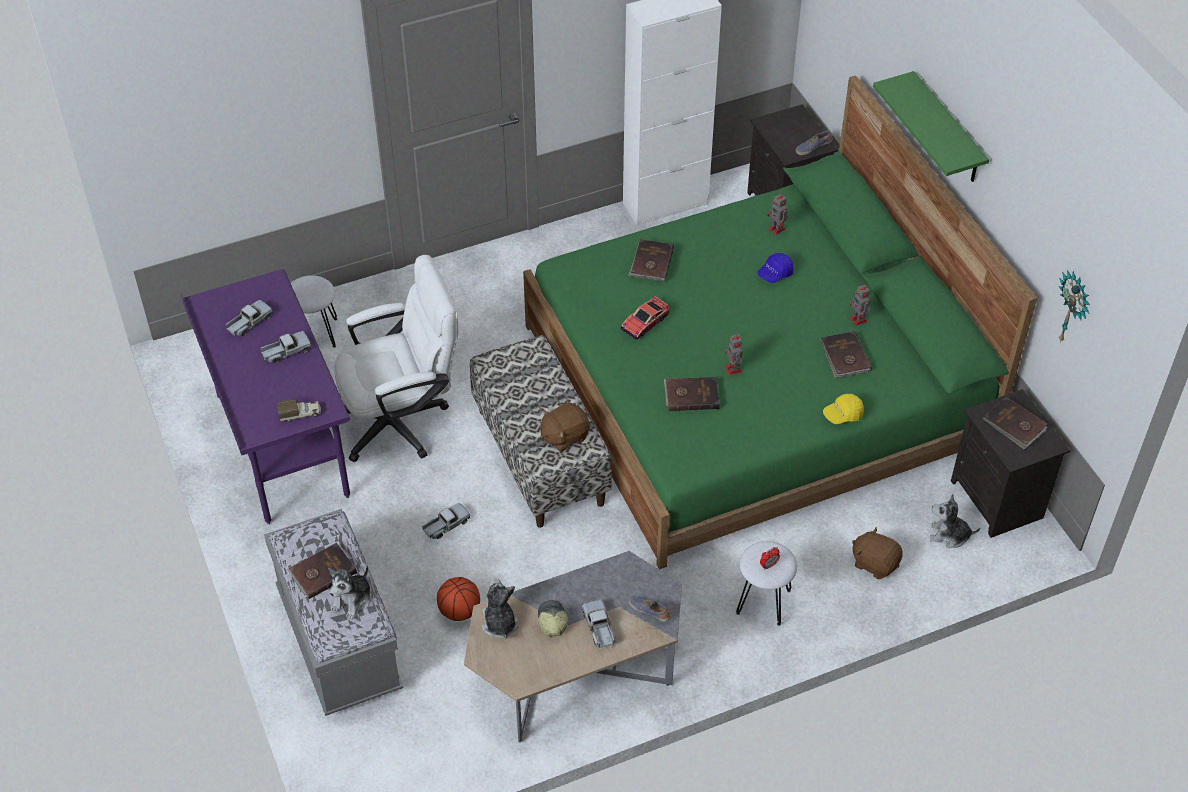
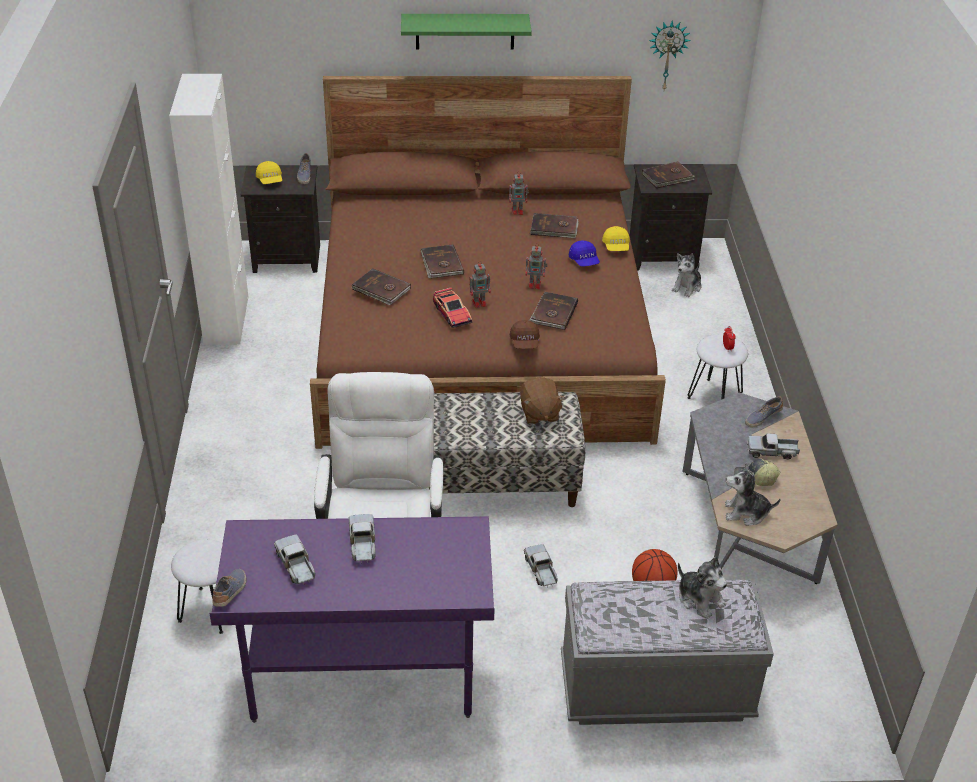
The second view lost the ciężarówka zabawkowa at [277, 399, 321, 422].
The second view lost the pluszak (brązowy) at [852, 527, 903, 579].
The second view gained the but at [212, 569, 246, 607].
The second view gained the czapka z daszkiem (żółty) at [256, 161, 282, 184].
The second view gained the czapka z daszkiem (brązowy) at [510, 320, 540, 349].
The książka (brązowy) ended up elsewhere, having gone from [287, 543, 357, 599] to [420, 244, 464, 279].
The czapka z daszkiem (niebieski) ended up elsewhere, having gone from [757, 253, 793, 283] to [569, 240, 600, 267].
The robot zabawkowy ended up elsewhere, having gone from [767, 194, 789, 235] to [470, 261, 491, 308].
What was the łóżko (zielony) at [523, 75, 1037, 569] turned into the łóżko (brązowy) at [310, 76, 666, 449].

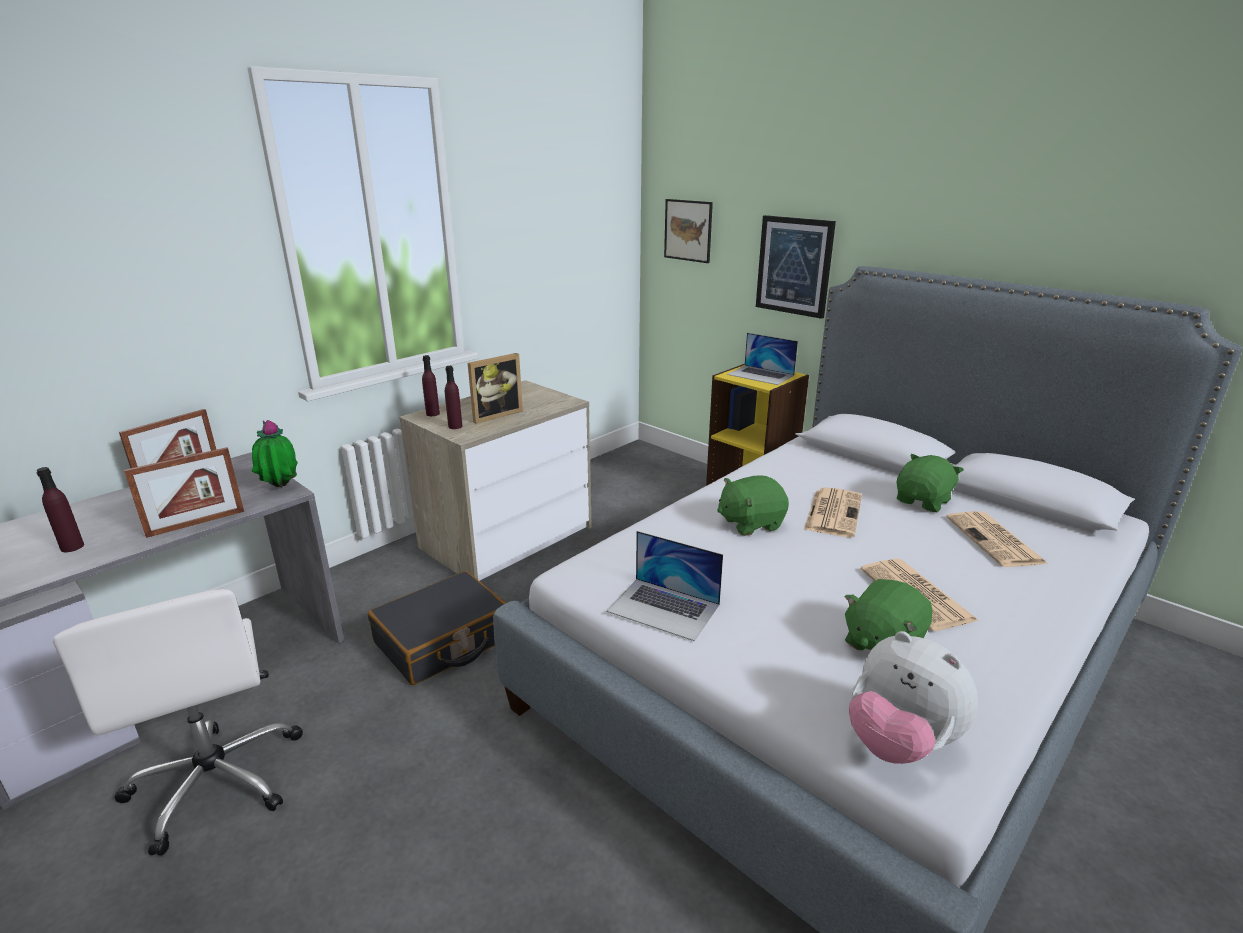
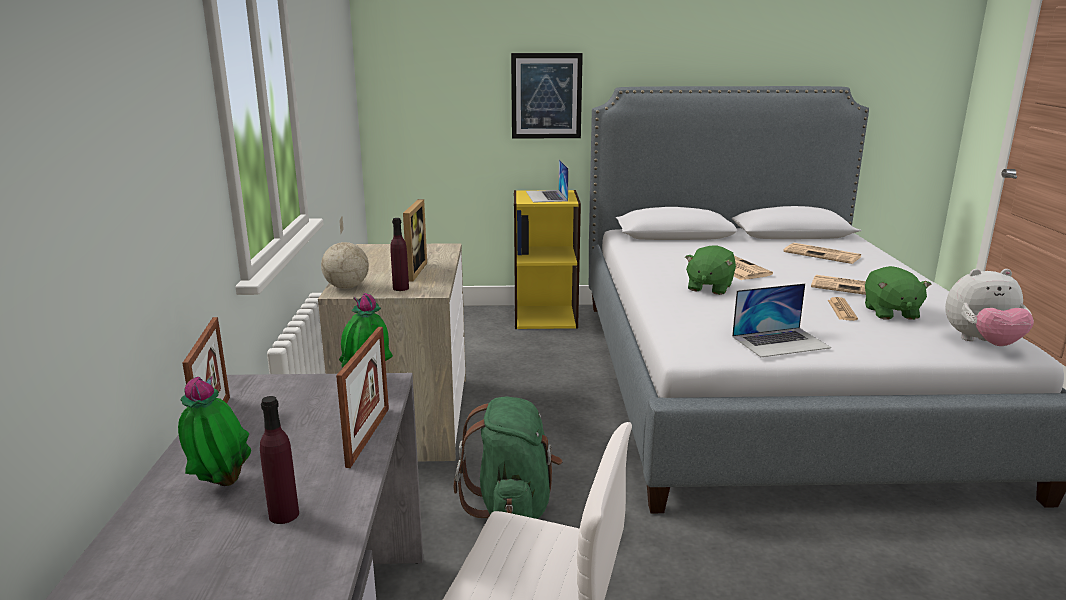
The second view lost the obraz at [664, 199, 713, 263].
The second view lost the pluszak (zielony) at [897, 454, 964, 512].
The second view gained the roślina doniczkowa at [178, 376, 251, 486].
The second view gained the gazeta at [828, 297, 858, 321].
Where the walizka (czarny) stood at [368, 571, 506, 685], the plecak (zielony) came to stand at [454, 396, 563, 519].
Where the butelka (fioletowy) stood at [422, 355, 440, 416], the globus came to stand at [321, 216, 369, 289].
The laptop at [727, 333, 798, 385] ended up facing another way, 90 degrees clockwise from before.

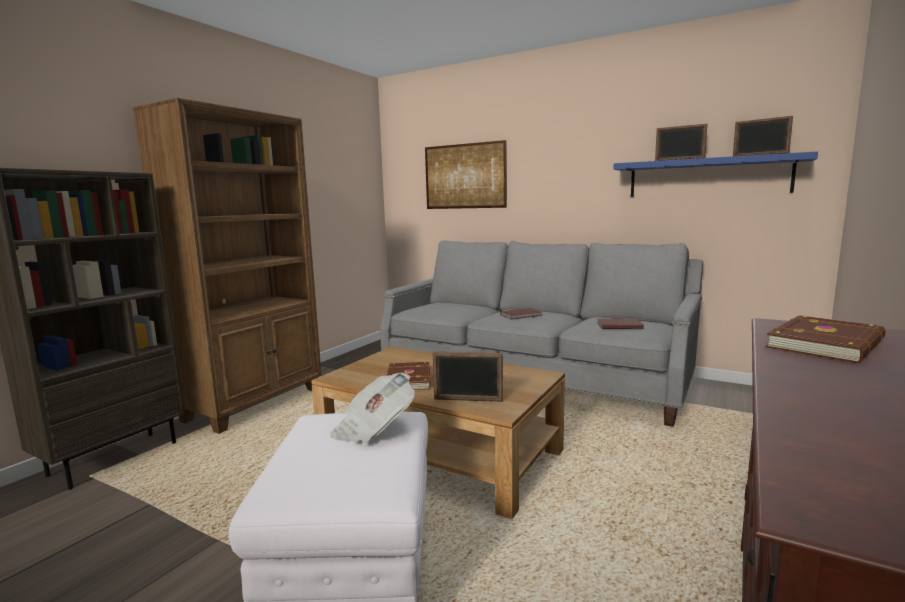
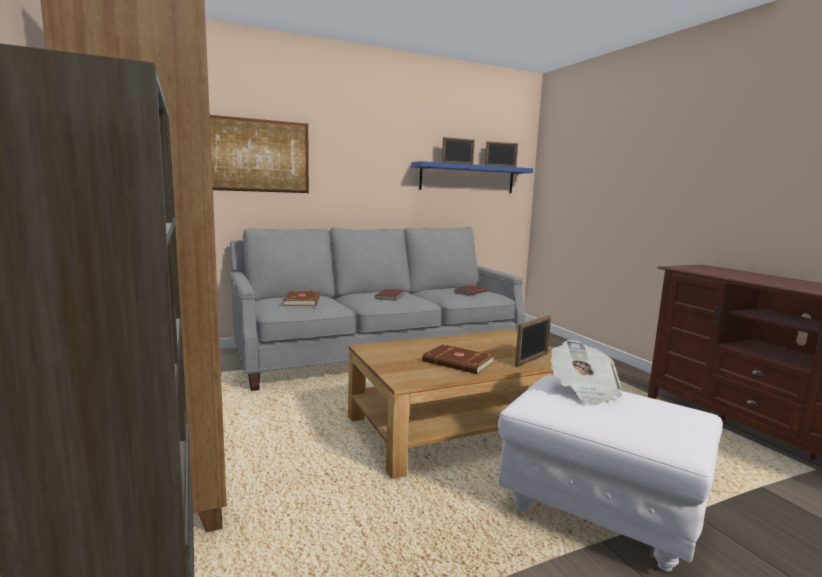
The książka (brązowy) ended up elsewhere, having gone from [766, 316, 886, 363] to [284, 291, 320, 306].

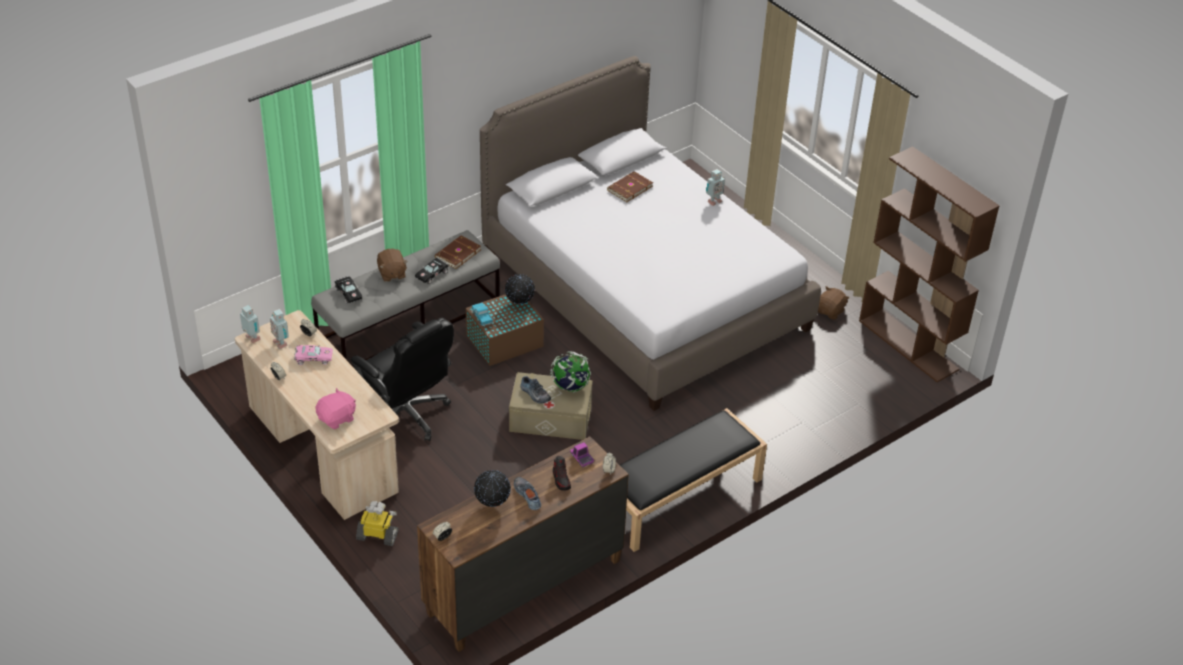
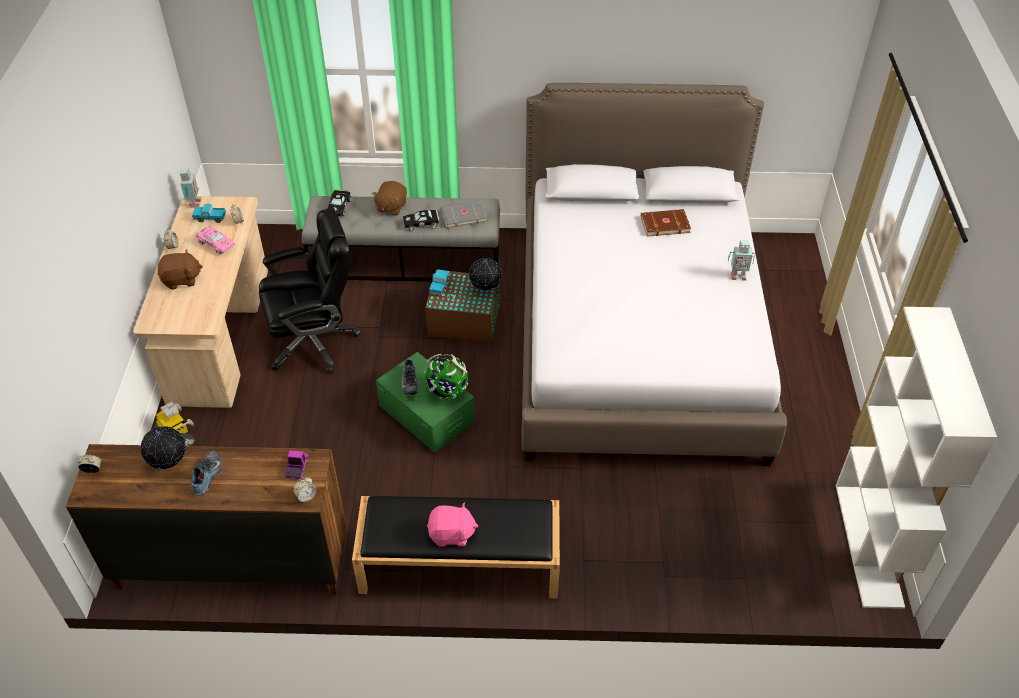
The second view lost the but at [553, 456, 571, 491].
The pluszak (różowy) ended up elsewhere, having gone from [316, 388, 356, 429] to [427, 502, 478, 547].
The pluszak (brązowy) ended up elsewhere, having gone from [818, 286, 849, 320] to [158, 249, 203, 290].
Where the robot zabawkowy stood at [270, 309, 289, 349], the ciężarówka zabawkowa came to stand at [192, 204, 226, 223].
What was the książka (brązowy) at [435, 236, 481, 269] turned into the książka (szary) at [441, 200, 488, 229].
What was the pojemnik do przechowywania (beżowy) at [509, 372, 593, 440] turned into the pojemnik do przechowywania (zielony) at [376, 352, 475, 453].
What was the regał (brązowy) at [859, 146, 1000, 382] turned into the regał (biały) at [836, 307, 997, 609].
The krzesło biurowe (czarny) at [350, 318, 454, 441] ended up facing another way, 105 degrees counterclockwise from before.

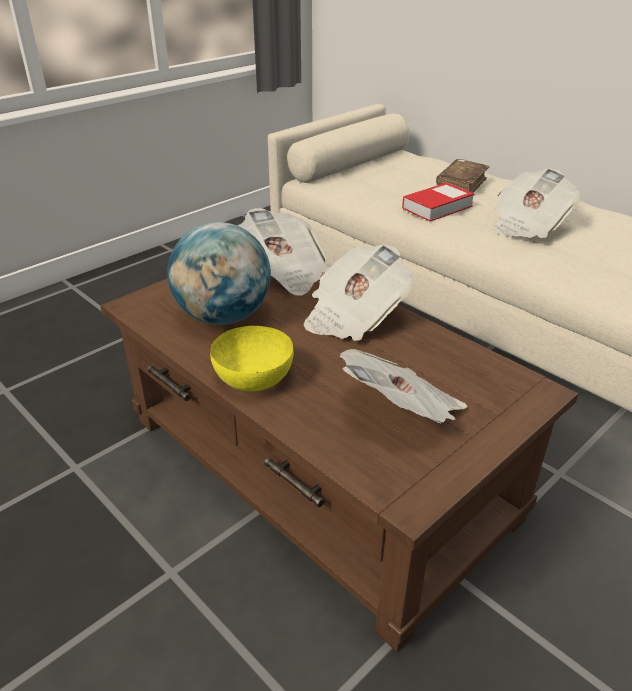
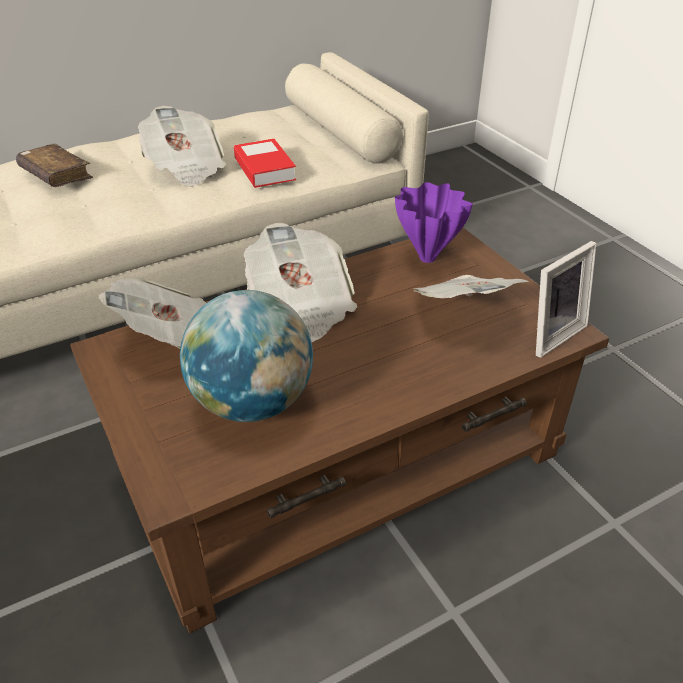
The second view lost the miska (żółty) at [210, 326, 294, 391].
The second view gained the wazon (fioletowy) at [395, 182, 473, 263].
The second view gained the ramka na zdjęcie at [536, 241, 597, 358].
The książka ended up elsewhere, having gone from [402, 183, 475, 221] to [234, 139, 296, 188].

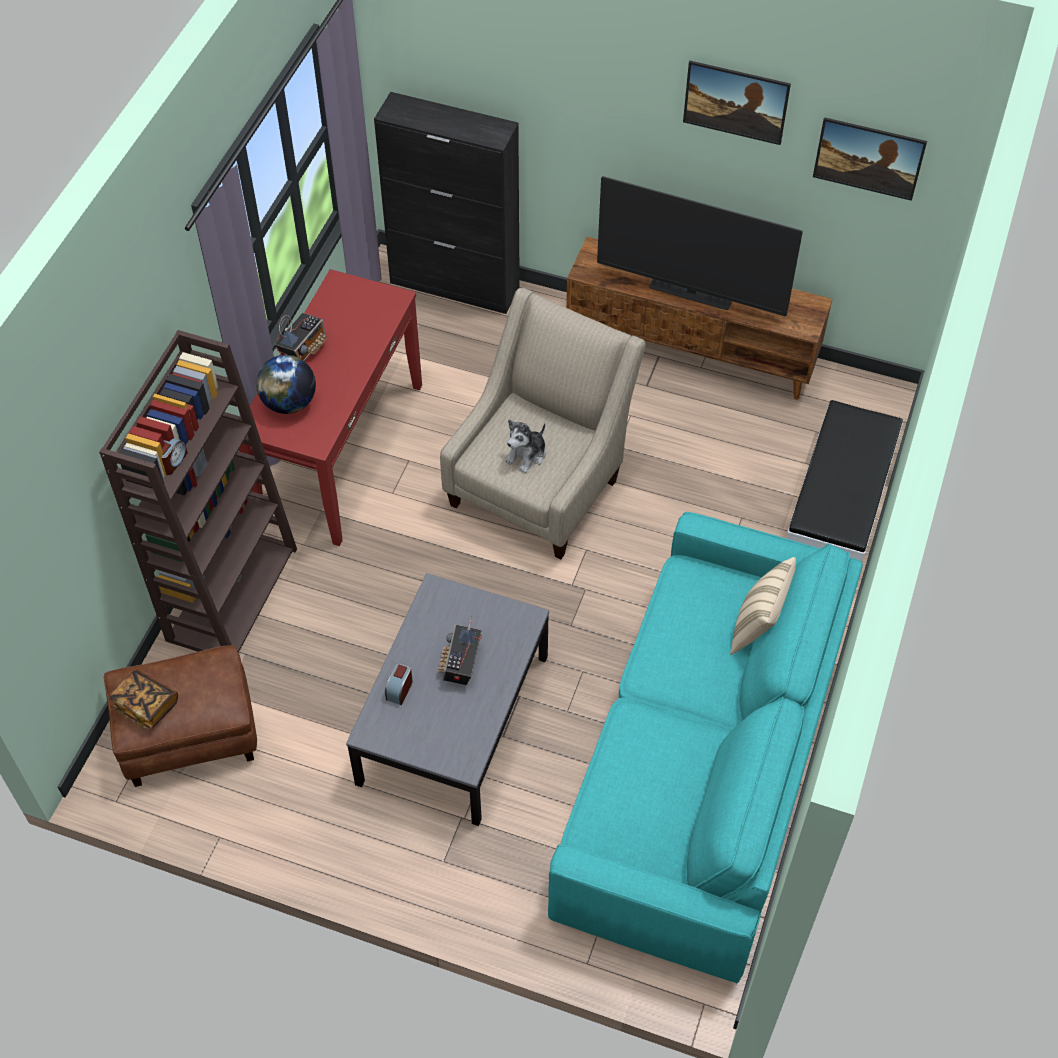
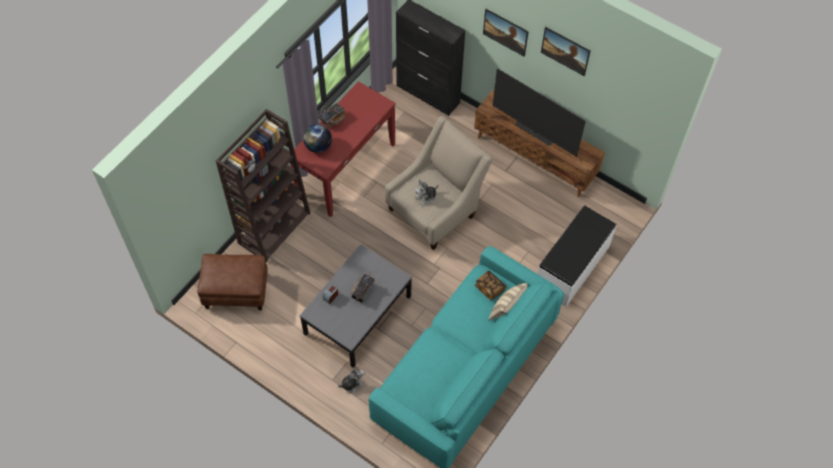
The second view gained the pluszak at [338, 369, 365, 392].
The książka ended up elsewhere, having gone from [109, 670, 178, 730] to [475, 271, 506, 301].
The obraz ended up elsewhere, having gone from [813, 117, 927, 201] to [483, 9, 529, 56].

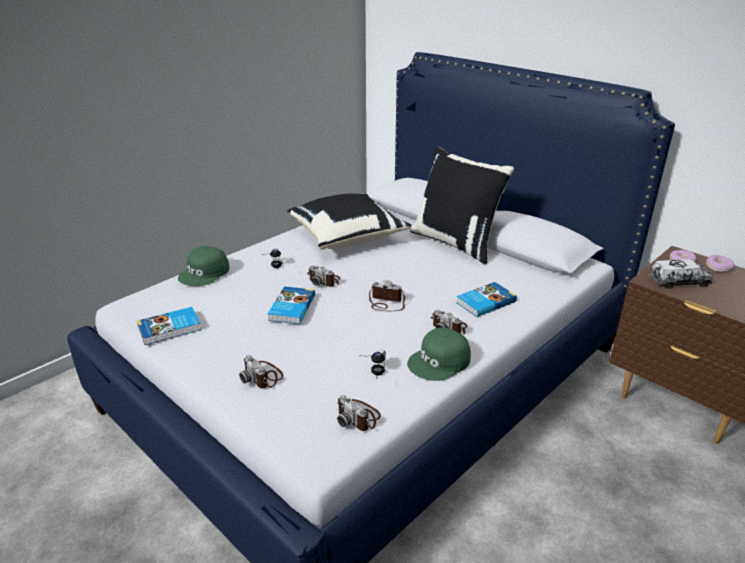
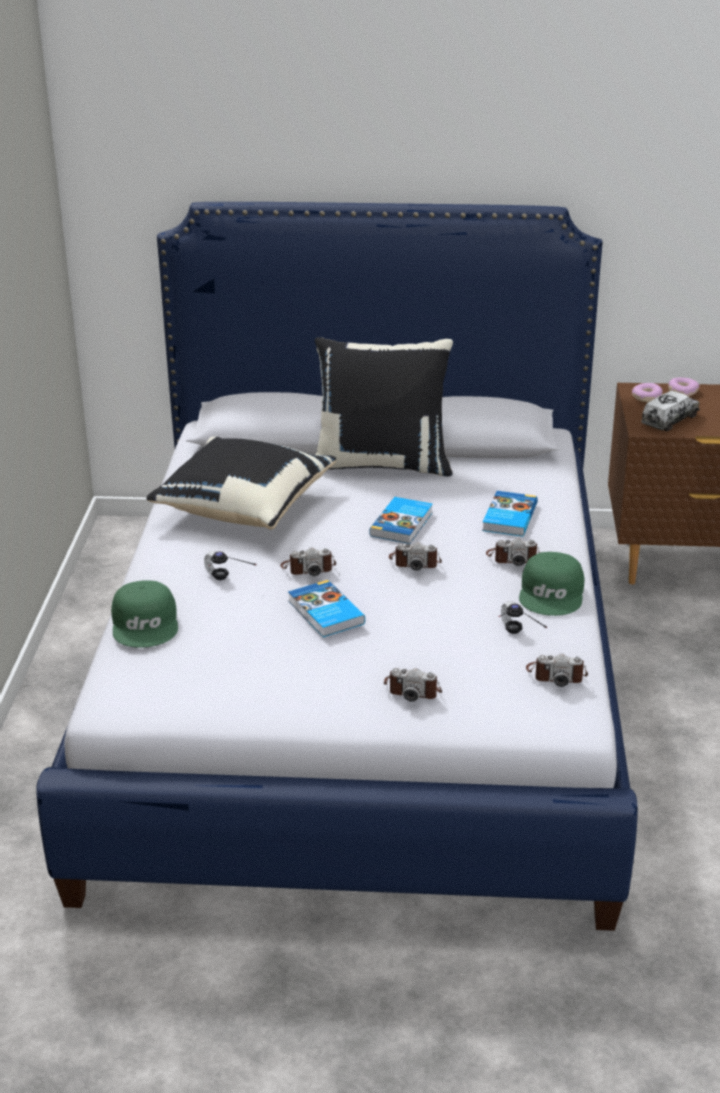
The książka ended up elsewhere, having gone from [137, 307, 202, 345] to [369, 497, 433, 544].
The aparat fotograficzny at [369, 280, 405, 311] ended up facing another way, 150 degrees counterclockwise from before.

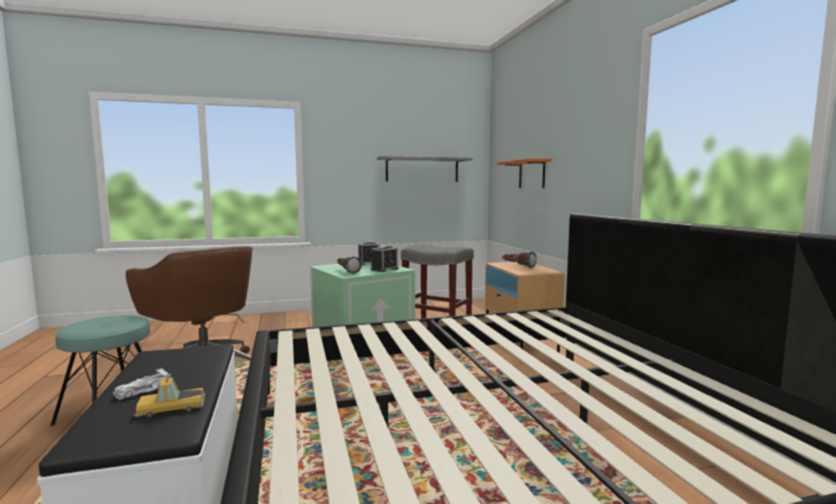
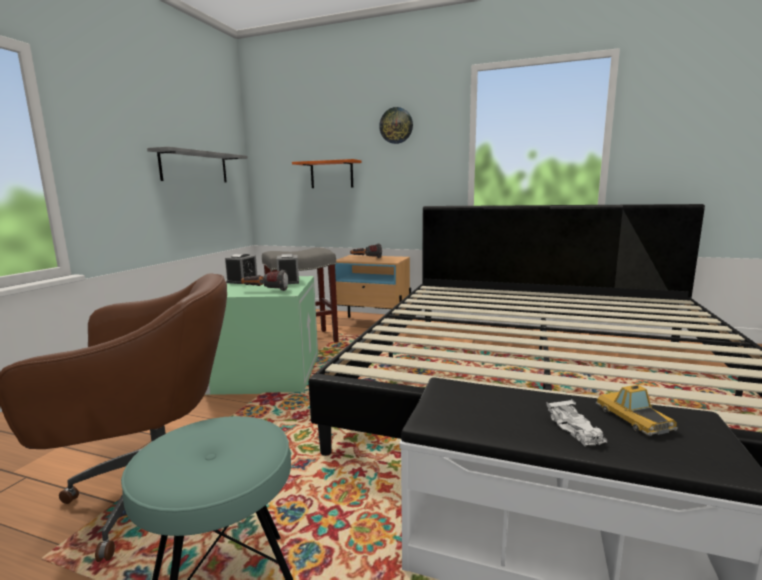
The second view gained the zegar ścienny at [379, 107, 413, 144].
The samochodzik at [132, 377, 205, 417] ended up facing another way, 150 degrees clockwise from before.

